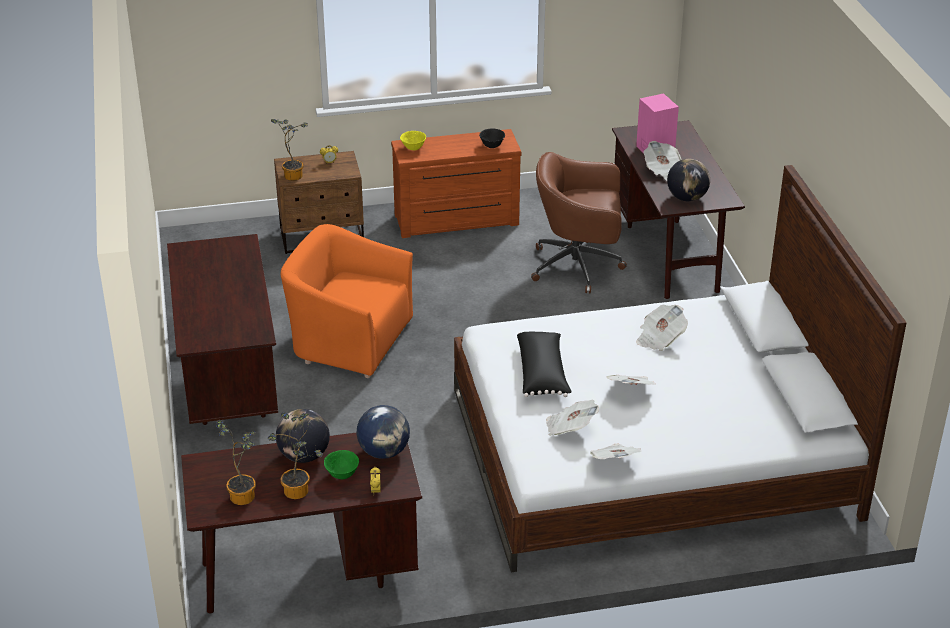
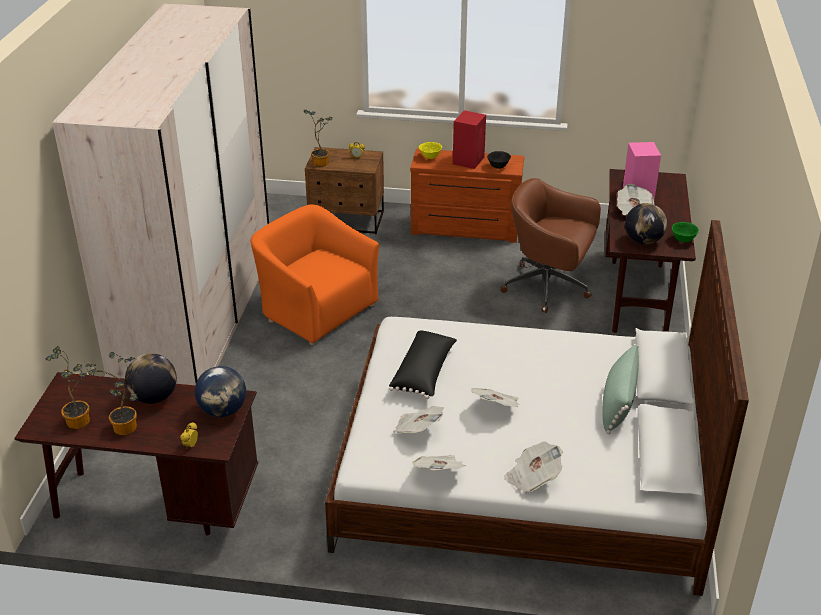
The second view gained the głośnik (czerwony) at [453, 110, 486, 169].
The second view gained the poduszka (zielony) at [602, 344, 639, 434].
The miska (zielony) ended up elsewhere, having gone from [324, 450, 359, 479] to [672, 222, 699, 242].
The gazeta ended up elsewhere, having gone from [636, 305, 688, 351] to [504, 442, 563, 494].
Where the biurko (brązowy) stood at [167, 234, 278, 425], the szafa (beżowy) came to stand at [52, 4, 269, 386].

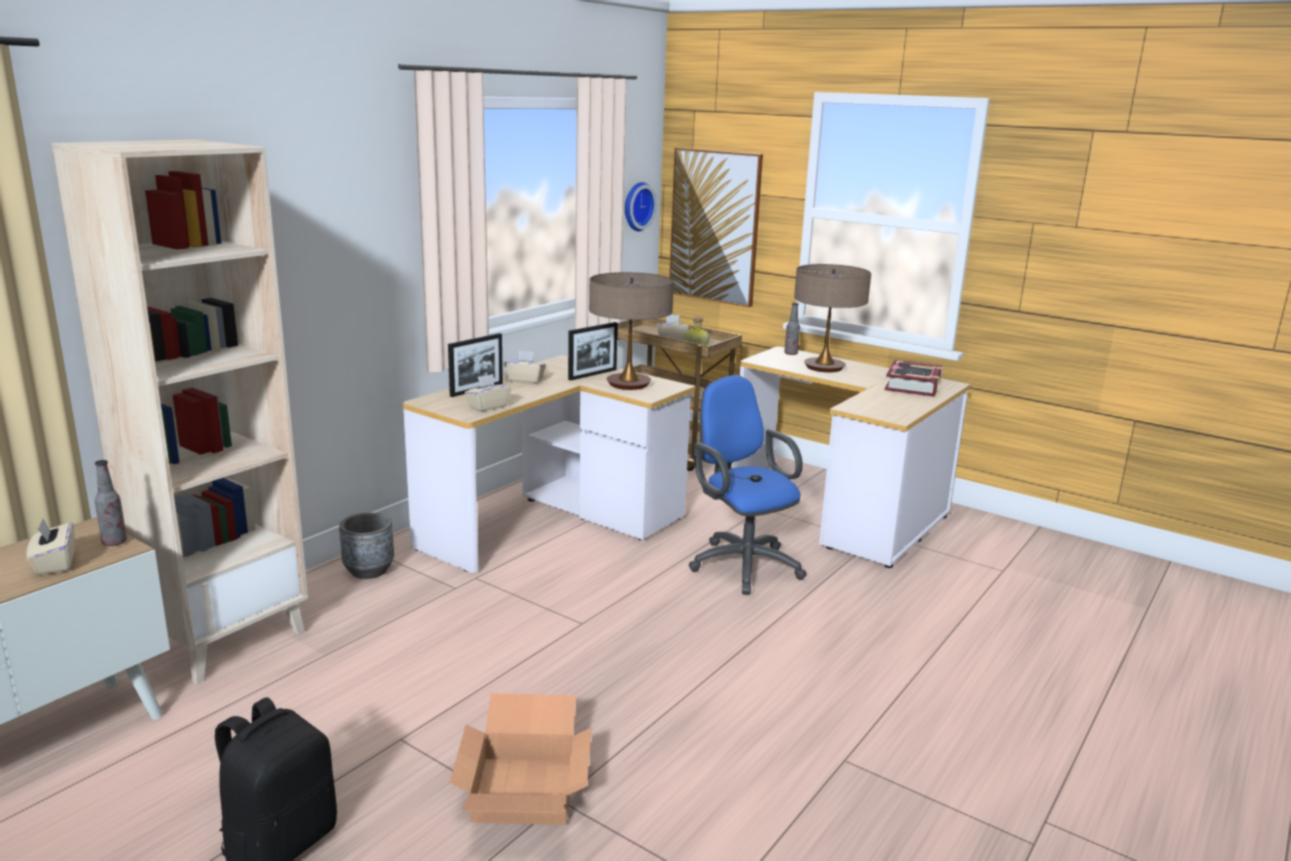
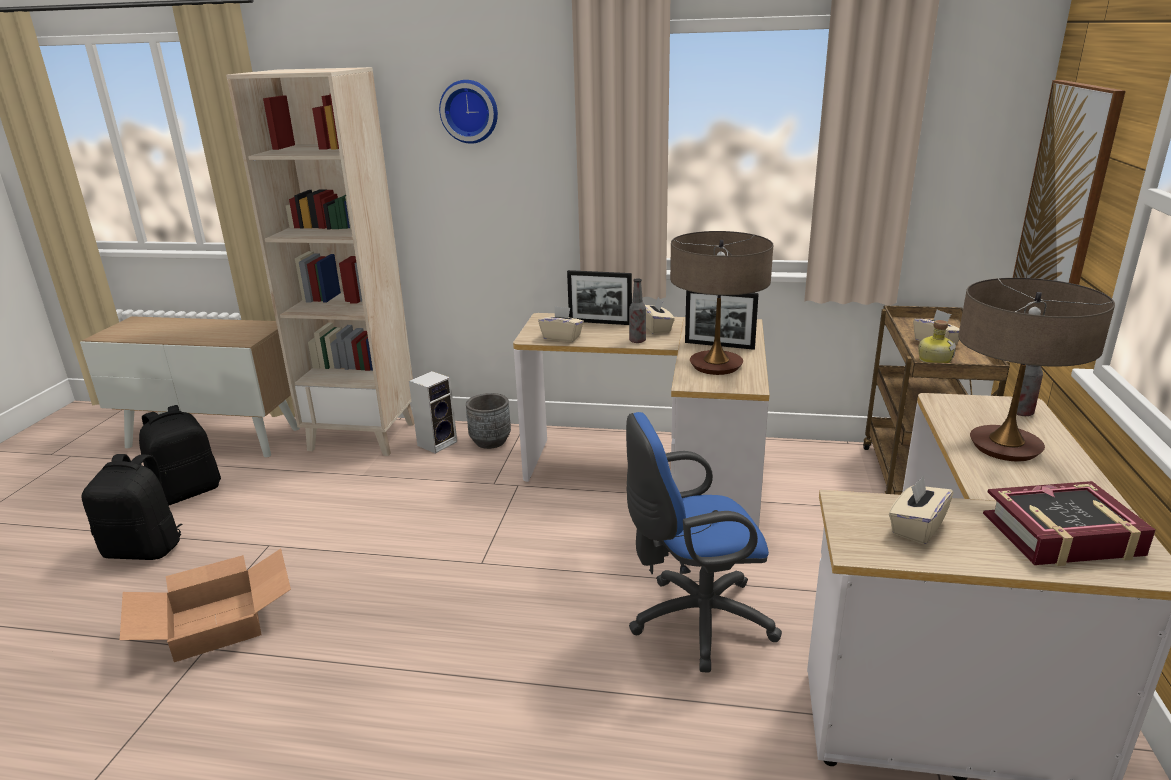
The second view gained the plecak (czarny) at [139, 405, 221, 505].
The second view gained the głośnik at [409, 371, 457, 454].
The pudełko chusteczek (beżowy) ended up elsewhere, having gone from [26, 519, 75, 575] to [889, 475, 953, 545].
The butelka ended up elsewhere, having gone from [95, 460, 127, 546] to [629, 278, 646, 343].
The zegar ścienny ended up elsewhere, having gone from [625, 182, 657, 231] to [439, 80, 498, 144].
The krzesło biurowe (niebieski) at [689, 375, 807, 595] ended up facing another way, 135 degrees counterclockwise from before.

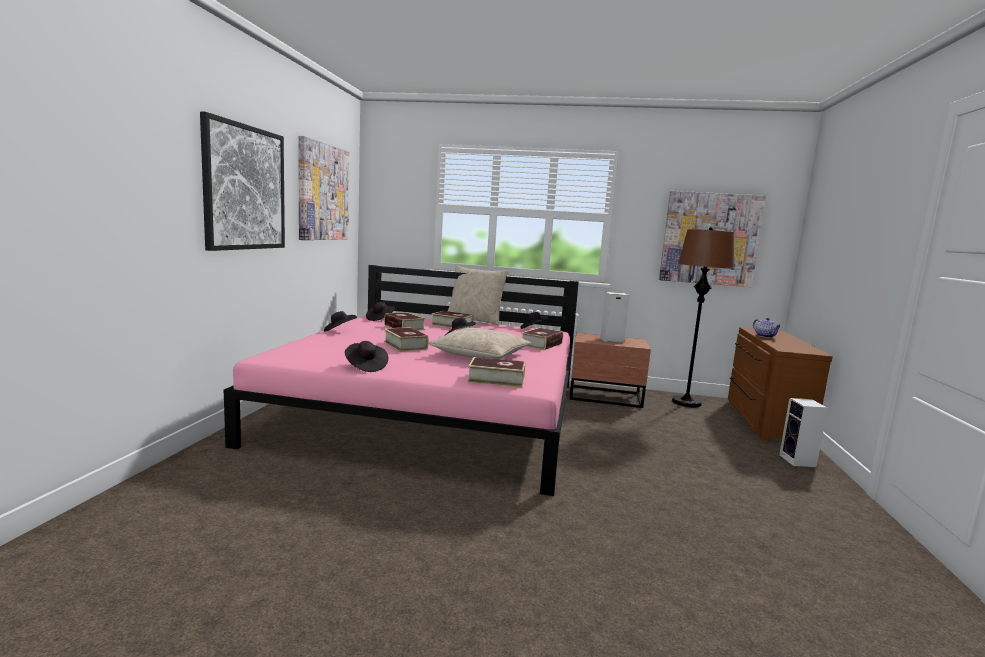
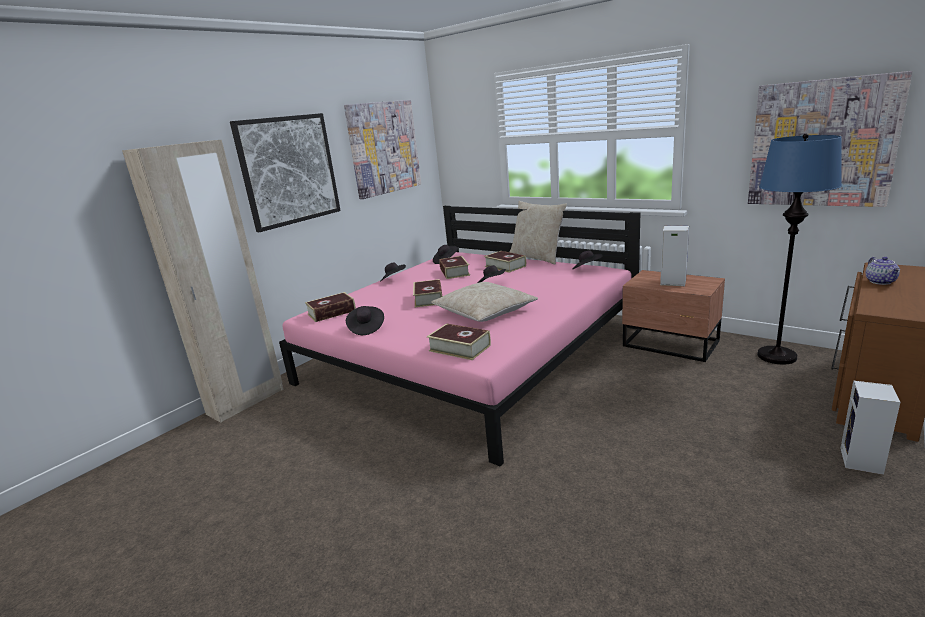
The second view gained the szafa (beżowy) at [122, 140, 284, 423].
The książka ended up elsewhere, having gone from [521, 328, 563, 350] to [305, 292, 356, 322].
What was the lampa stojąca (brązowy) at [672, 227, 734, 407] turned into the lampa stojąca (niebieski) at [757, 134, 842, 364].

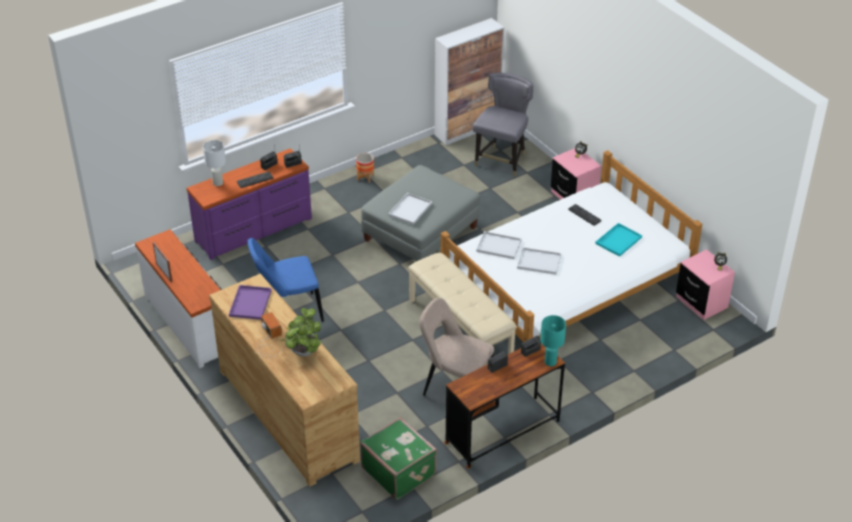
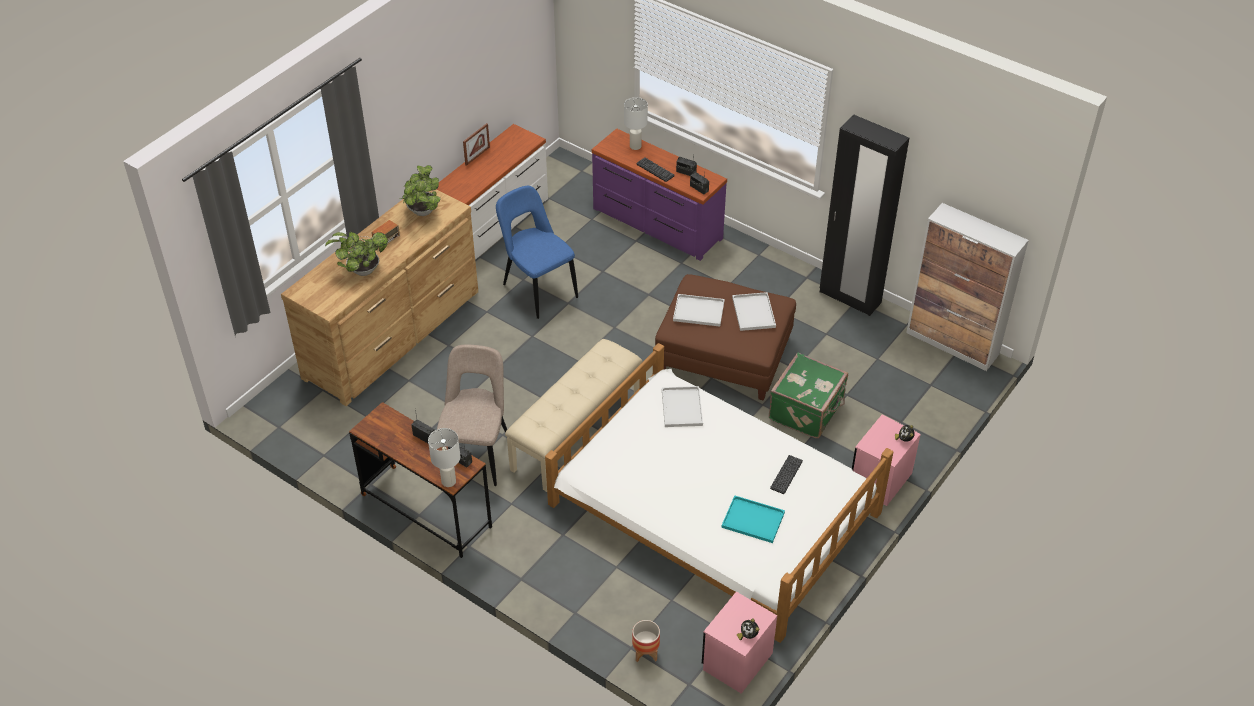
The second view lost the krzesło (szary) at [473, 73, 533, 177].
The second view gained the szafa (czarny) at [820, 115, 909, 316].
The donica ended up elsewhere, having gone from [356, 153, 374, 183] to [632, 620, 660, 662].
The walizka (zielony) ended up elsewhere, having gone from [360, 417, 437, 500] to [769, 352, 848, 438].
The taca (biały) ended up elsewhere, having gone from [517, 247, 561, 275] to [732, 292, 776, 331].
Where the taca (fioletowy) stood at [229, 285, 272, 320], the roślina doniczkowa came to stand at [400, 165, 441, 216].
What was the pufa (szary) at [361, 165, 480, 261] turned into the pufa (brązowy) at [655, 274, 796, 401].
What was the lampa stołowa (turkusowy) at [540, 315, 566, 366] turned into the lampa stołowa (biały) at [428, 428, 460, 487].

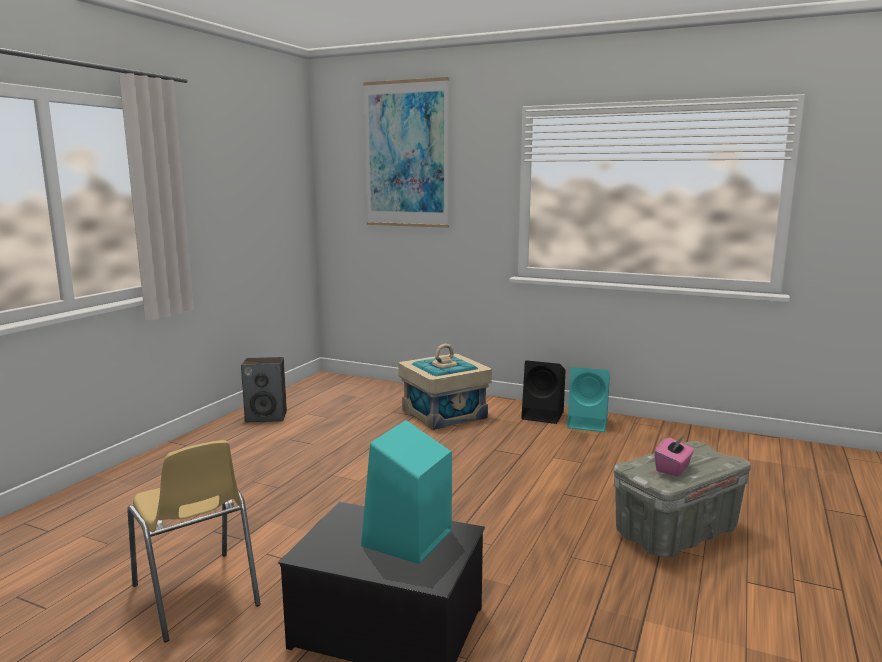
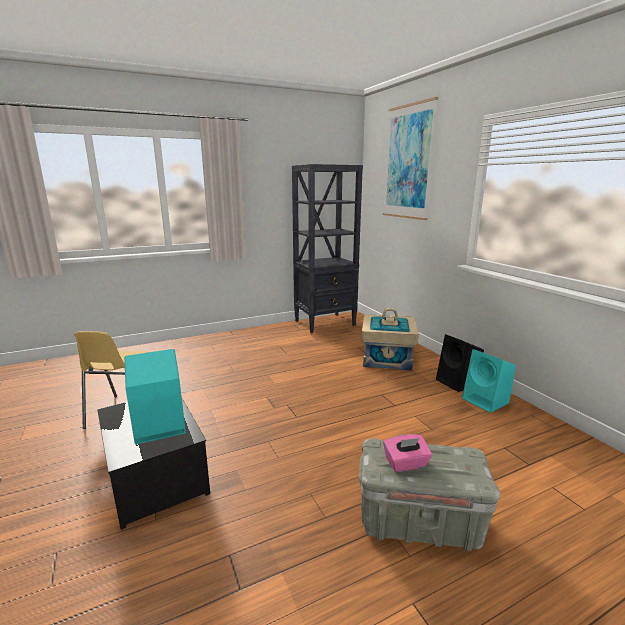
The second view lost the głośnik at [241, 357, 287, 422].
The second view gained the regał (czarny) at [292, 164, 363, 333].

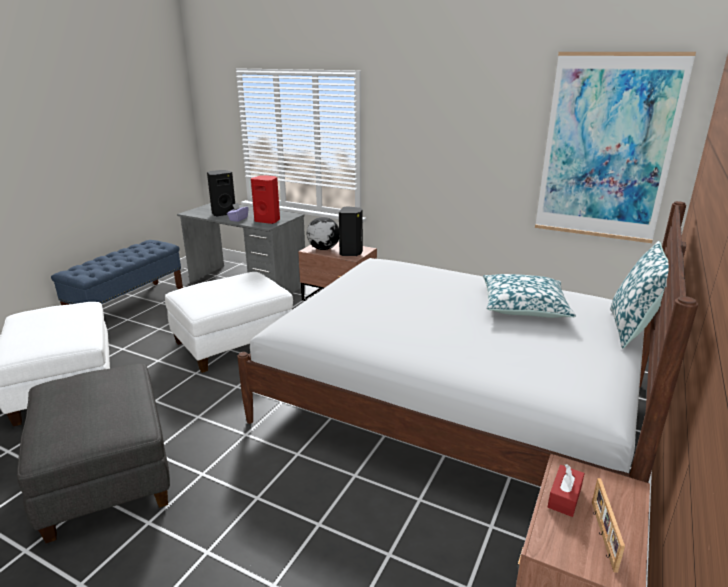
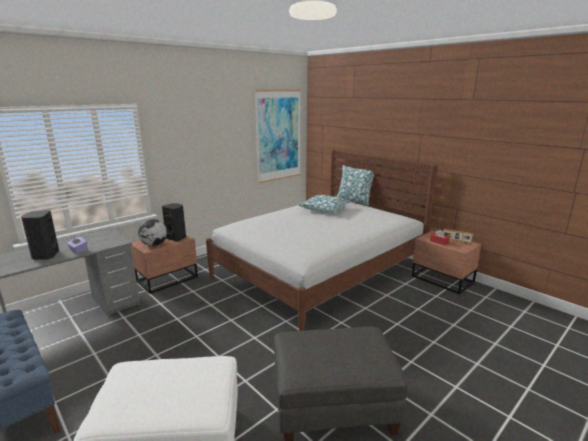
The second view lost the pufa (biały) at [165, 272, 293, 373].
The second view lost the głośnik (czerwony) at [251, 175, 280, 224].

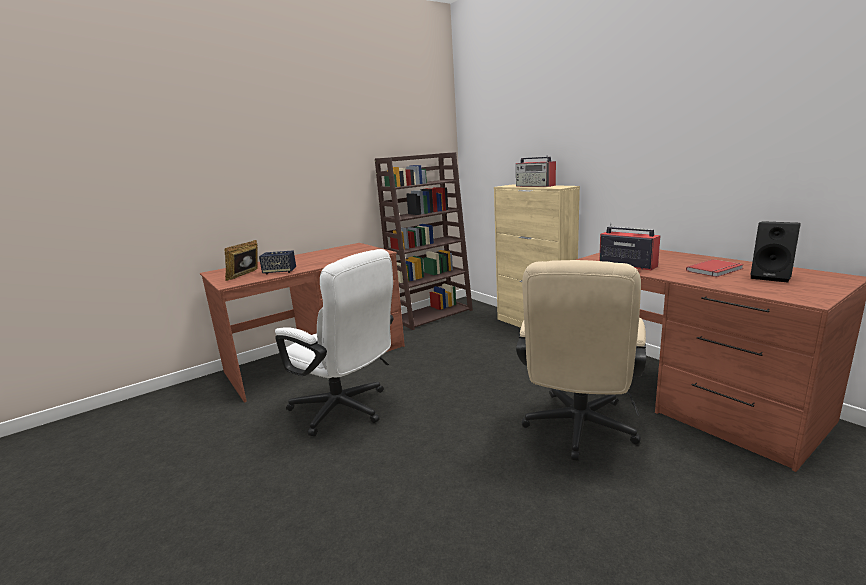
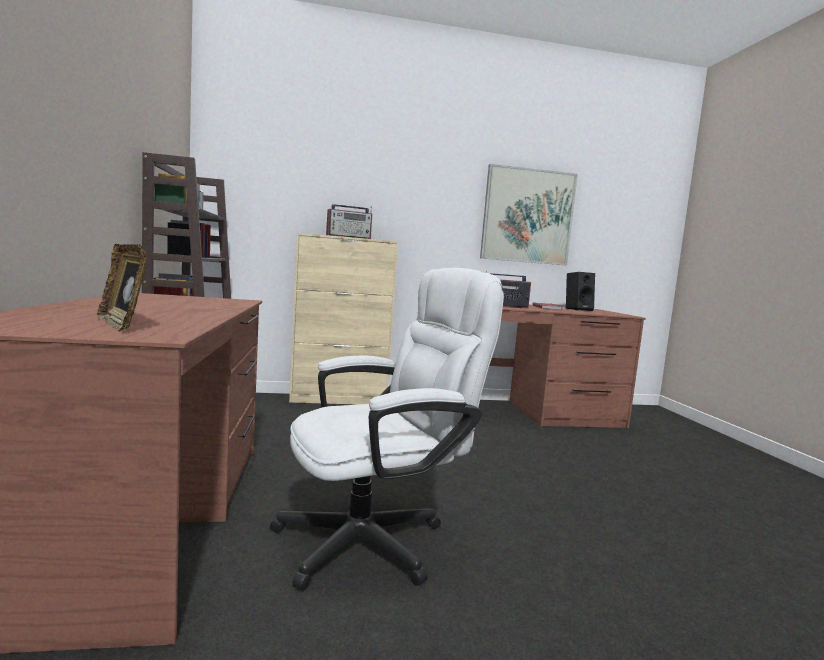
The second view lost the głośnik at [259, 250, 296, 274].
The second view lost the krzesło biurowe (beżowy) at [516, 260, 646, 461].
The second view gained the obraz at [480, 164, 578, 265].

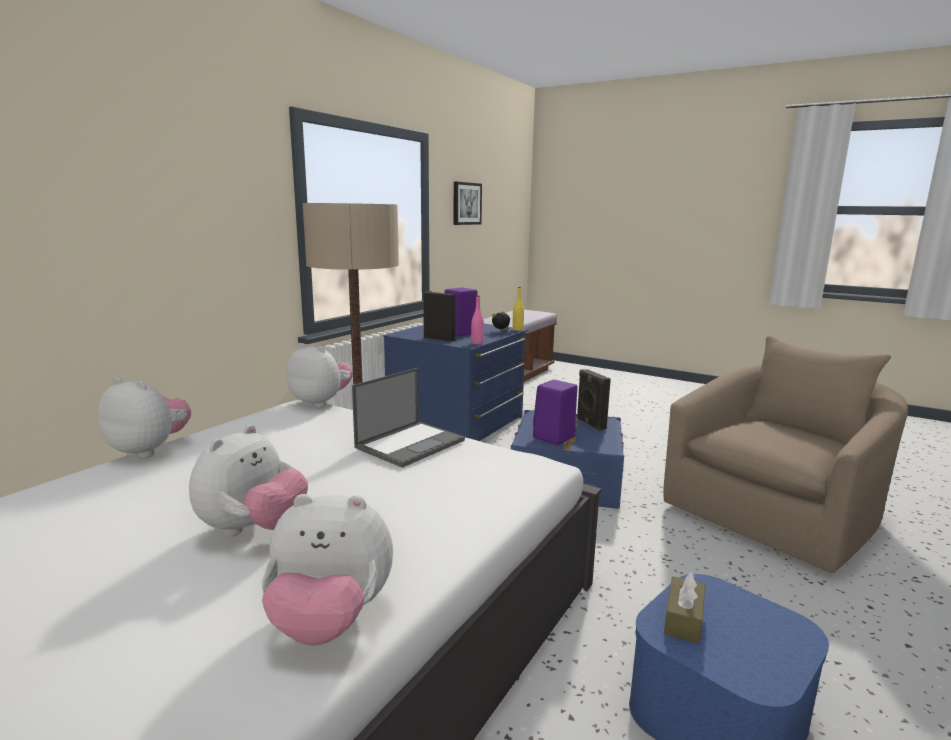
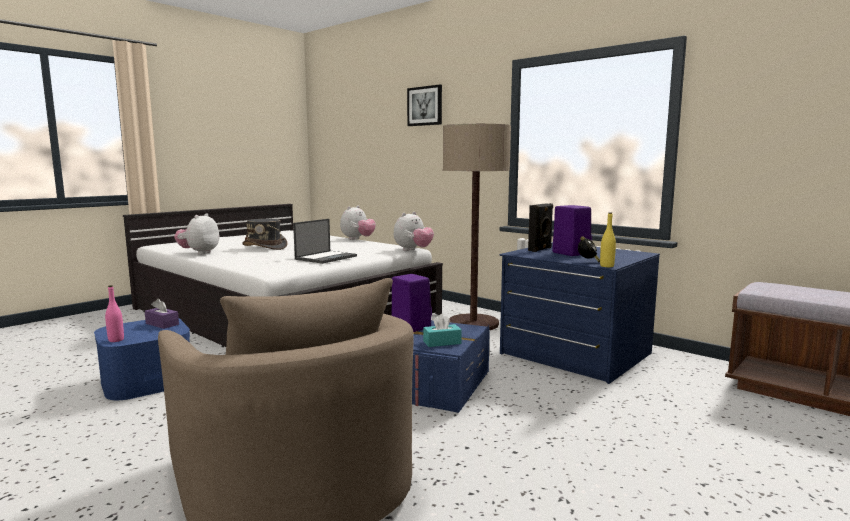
The obraz ended up elsewhere, having gone from [454, 182, 482, 225] to [407, 85, 442, 126].
The butelka (różowy) ended up elsewhere, having gone from [471, 296, 484, 345] to [105, 285, 124, 342].
Where the pluszak stood at [189, 425, 308, 536], the kapelusz (szary) came to stand at [242, 219, 287, 250].
Where the głośnik (czarny) stood at [576, 369, 611, 431], the pudełko chusteczek (turkusowy) came to stand at [423, 314, 462, 347].
What was the pudełko chusteczek (brązowy) at [664, 572, 705, 644] turned into the pudełko chusteczek (fioletowy) at [145, 299, 179, 329].
The laptop at [352, 368, 465, 468] ended up facing another way, 105 degrees counterclockwise from before.

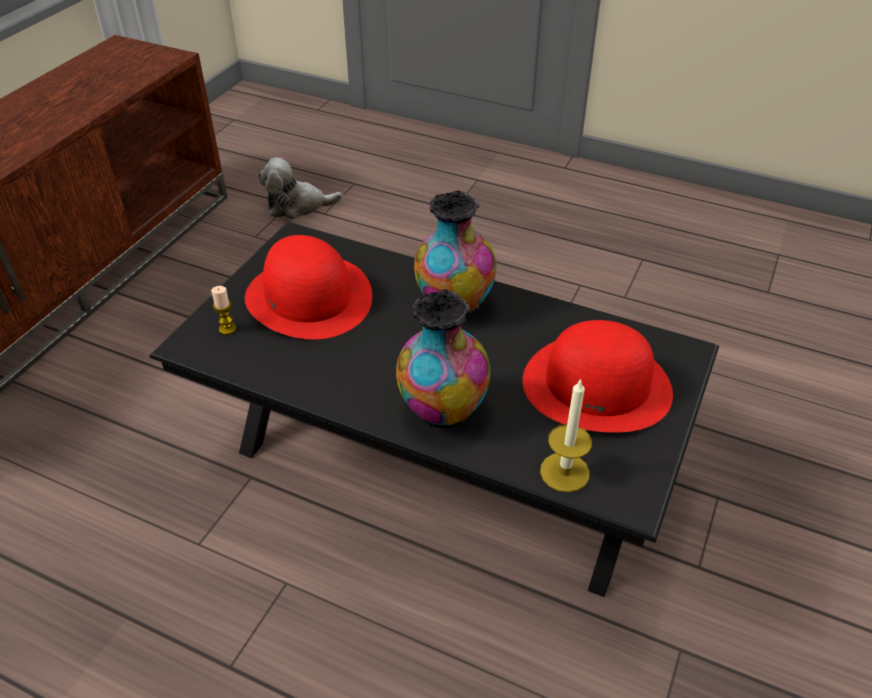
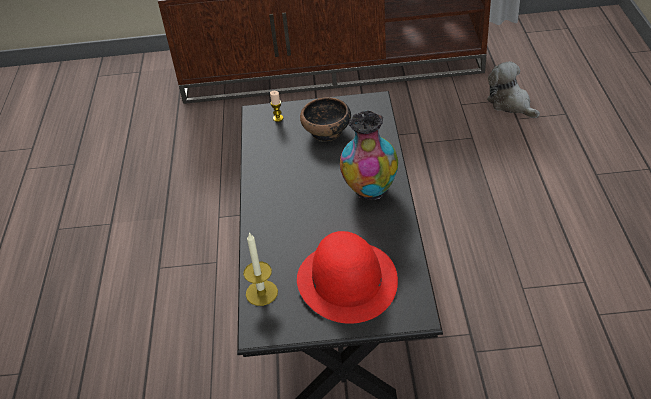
The second view lost the wazon at [396, 289, 490, 429].
Where the kapelusz (czerwony) stood at [245, 235, 372, 339], the miska came to stand at [300, 97, 351, 142].

